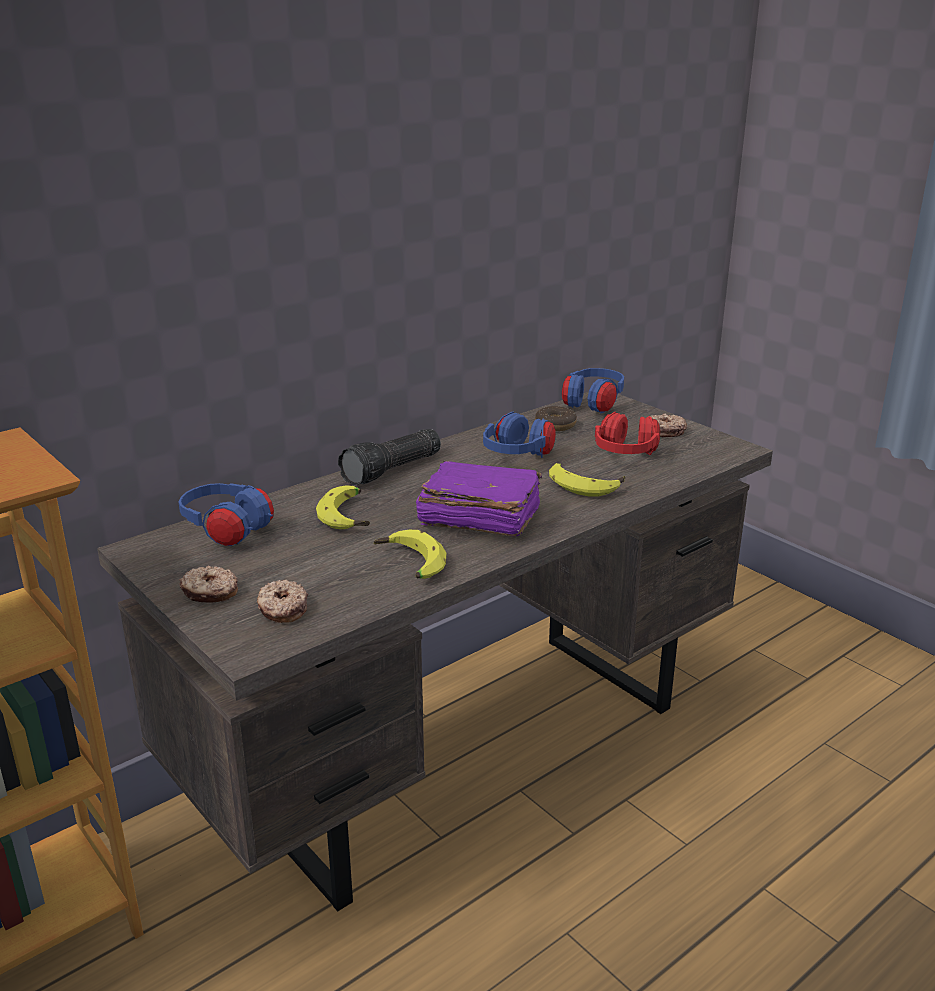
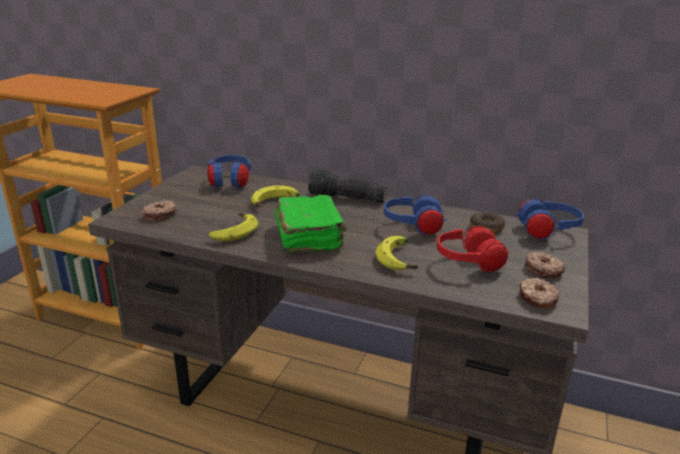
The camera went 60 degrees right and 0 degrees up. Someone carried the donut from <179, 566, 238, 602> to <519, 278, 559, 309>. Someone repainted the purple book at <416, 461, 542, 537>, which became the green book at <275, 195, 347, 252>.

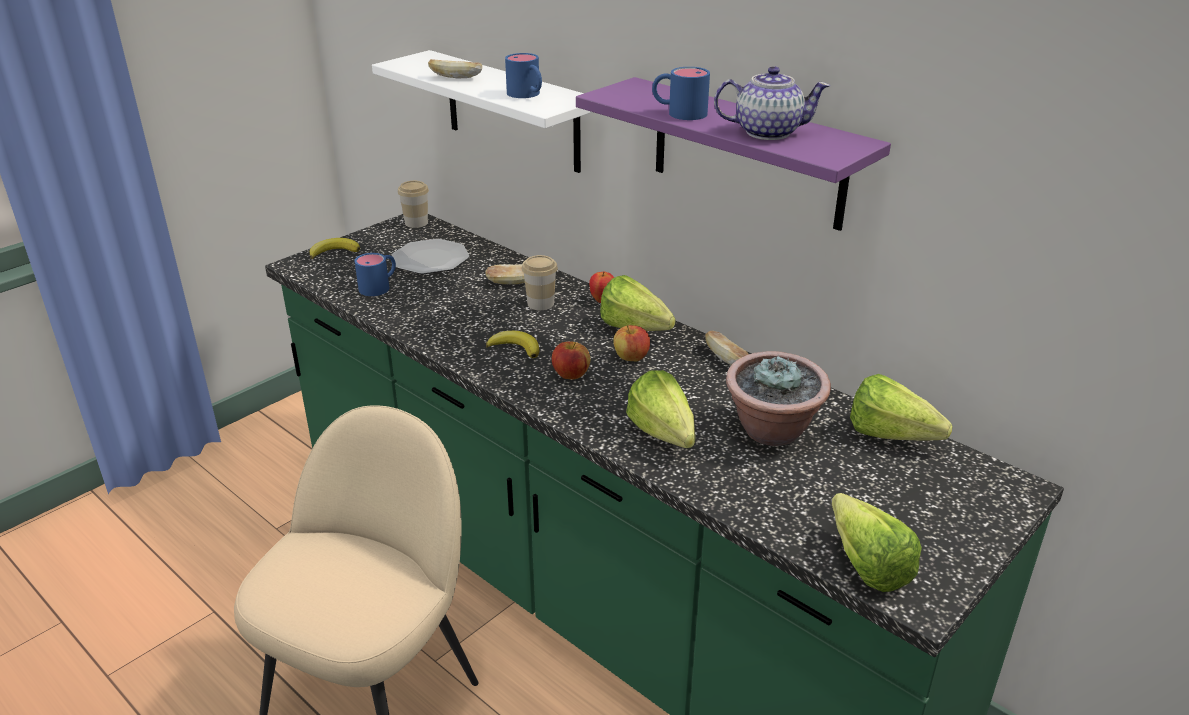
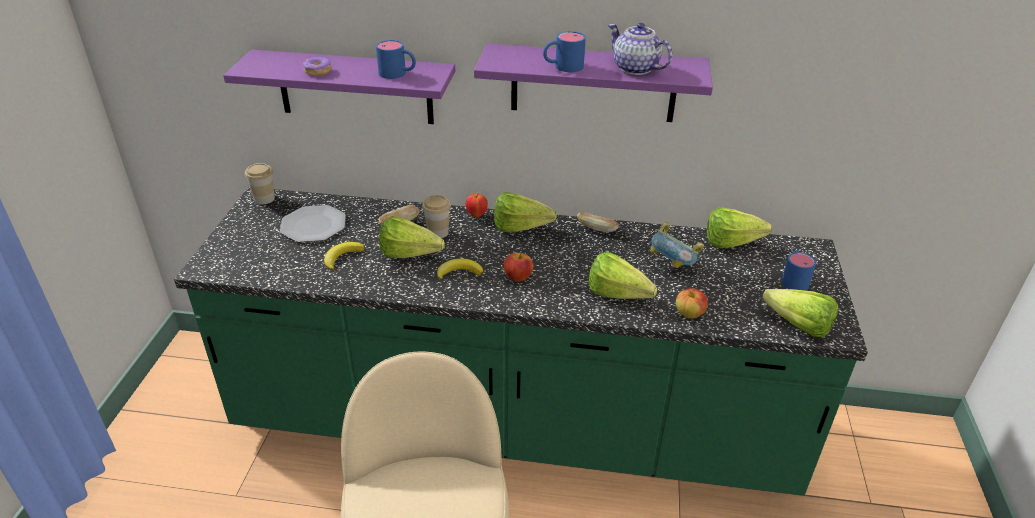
The camera went 35 degrees left and 5 degrees up. Someone carried the banana from <309, 238, 360, 259> to <324, 242, 365, 271>. Someone carried the blue mug from <355, 253, 396, 296> to <782, 250, 816, 290>. Someone repainted the white shelf at <372, 50, 592, 173>, which became the purple shelf at <223, 50, 455, 124>. Someone swapped the bread at <428, 59, 482, 79> for the donut at <303, 57, 332, 76>. Someone carried the apple from <613, 325, 650, 362> to <676, 288, 708, 319>. Someone rotated the teapot at <714, 66, 831, 140> by 105 degrees counterclockwise. Someone swapped the potted plant at <726, 351, 831, 446> for the bowl at <650, 221, 704, 268>. Someone put down the lettuce at <379, 216, 445, 258>.

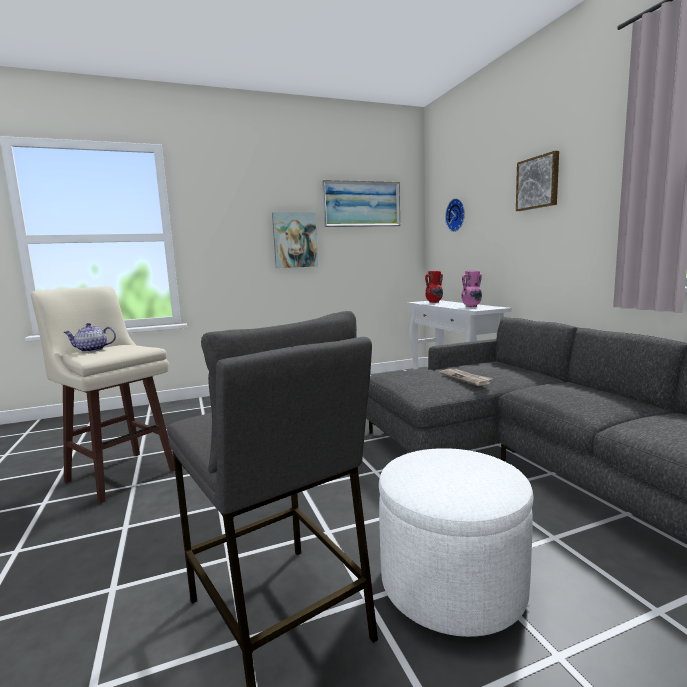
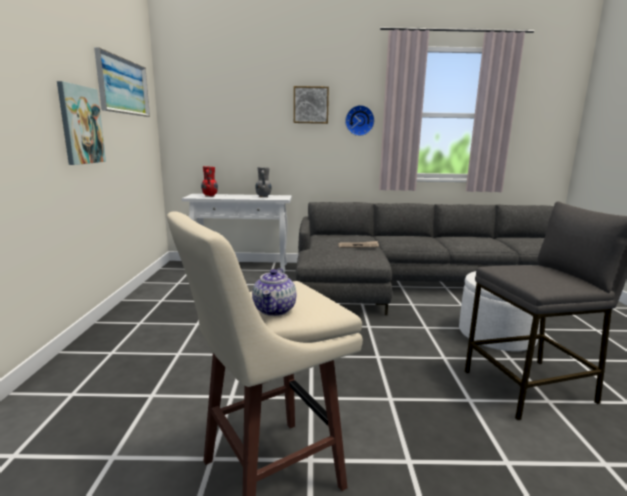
The camera went 70 degrees left and 5 degrees up. Someone carried the wall clock from <445, 198, 465, 232> to <345, 105, 375, 136>. Someone repainted the pink vase at <462, 271, 482, 307>, which became the grey vase at <255, 167, 272, 197>.

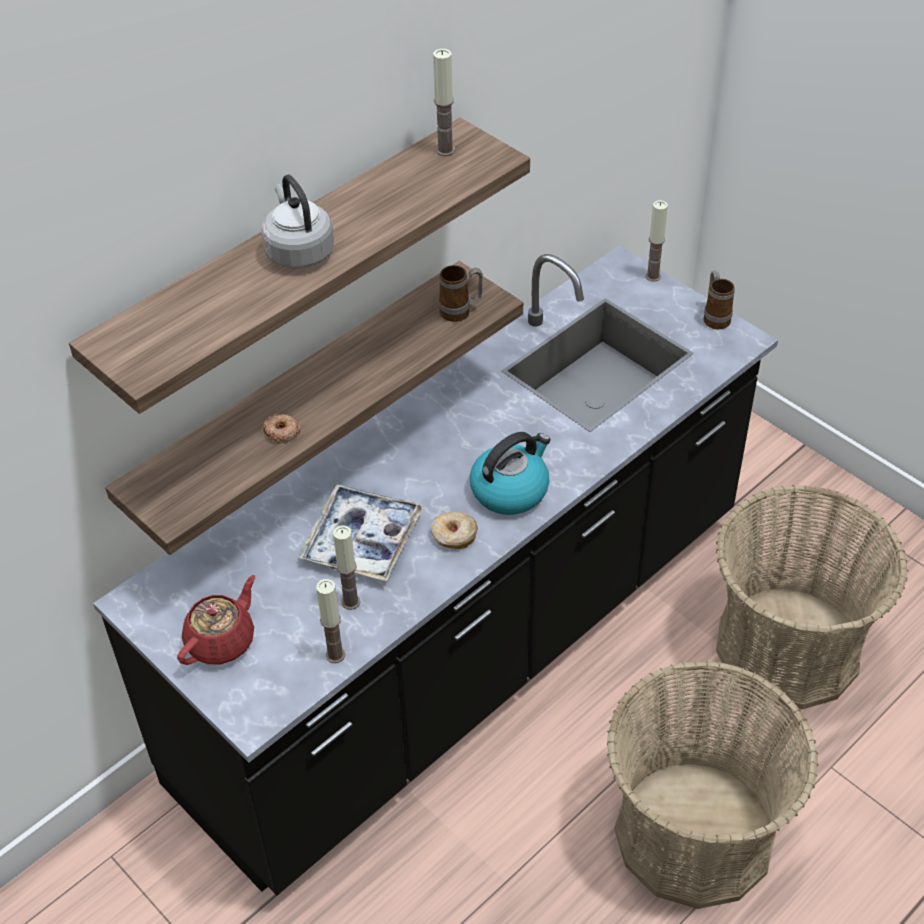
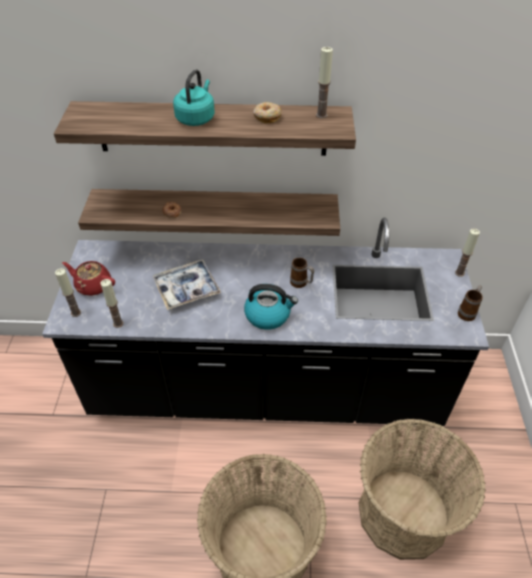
The camera went 45 degrees right and 0 degrees up. Someone rotated the red teapot at <177, 575, 255, 665> by 150 degrees counterclockwise. Someone repainted the grey kettle at <261, 175, 334, 269>, which became the turquoise kettle at <173, 69, 215, 126>. Someone carried the candle from <333, 525, 360, 610> to <55, 268, 81, 317>. Someone carried the donut from <431, 511, 478, 549> to <253, 102, 282, 123>. Someone carried the mug from <439, 265, 483, 322> to <290, 258, 314, 288>.

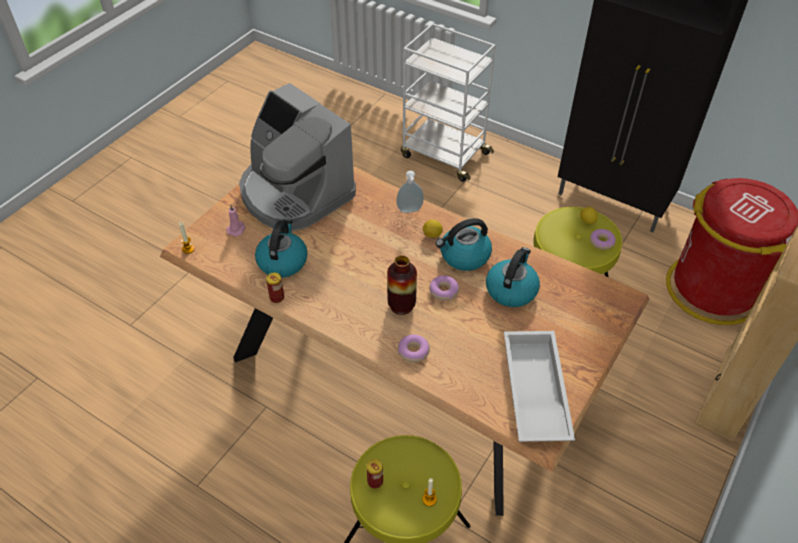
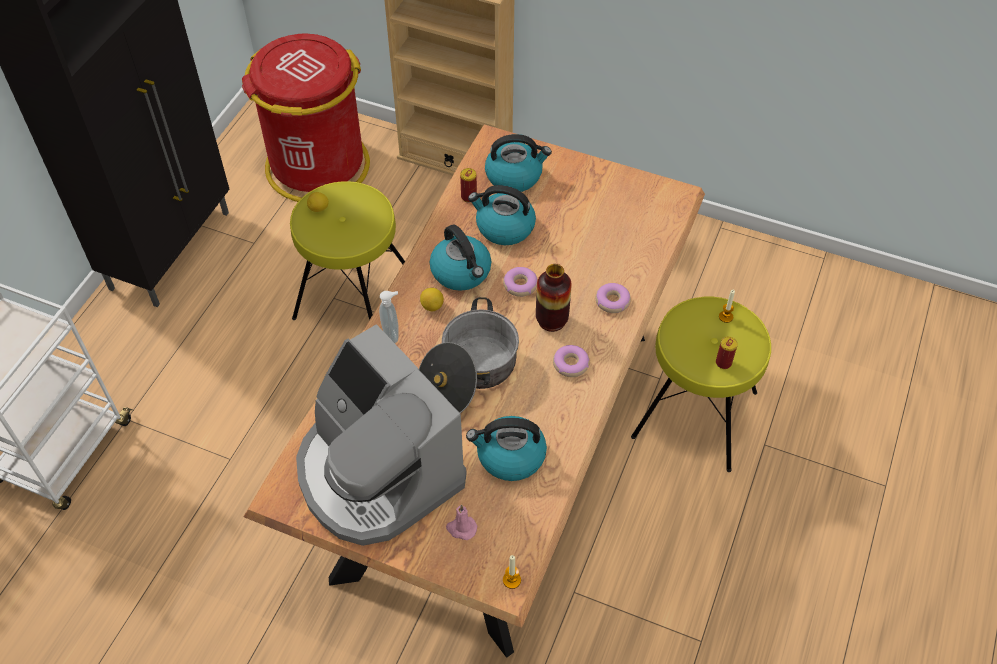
The camera went 100 degrees left and 5 degrees up. Someone rotated the coffee machine at <239, 83, 356, 231> by 105 degrees clockwise. Someone carried the can from <266, 272, 284, 303> to <460, 168, 477, 203>. Someone took away the white tray at <504, 331, 575, 442>. Someone carried the donut from <590, 229, 616, 250> to <553, 345, 590, 377>. Someone put down the cooking pot at <419, 297, 519, 413>. Someone put down the kettle at <485, 134, 552, 192>.

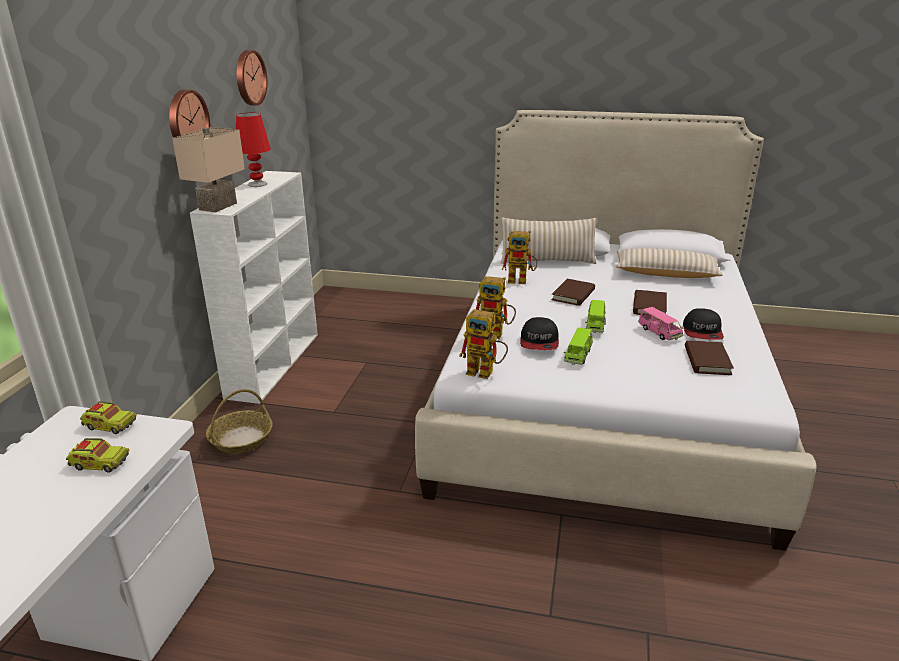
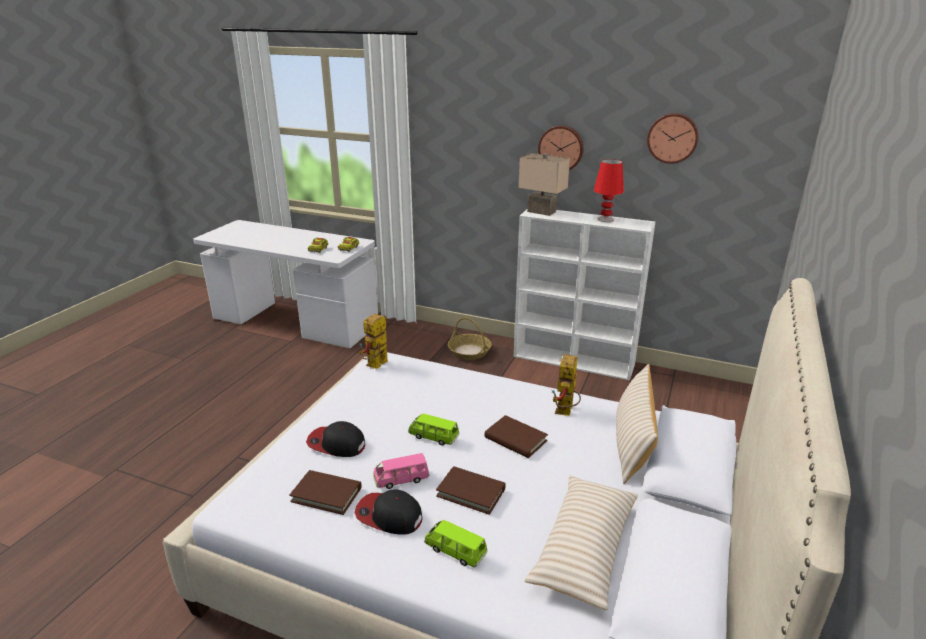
The camera went 100 degrees right and 0 degrees up. Someone took away the toy robot at <476, 276, 516, 339>. Someone carried the cap from <520, 317, 559, 350> to <306, 421, 365, 457>. Someone carried the green toy car from <564, 328, 593, 365> to <424, 520, 488, 567>.

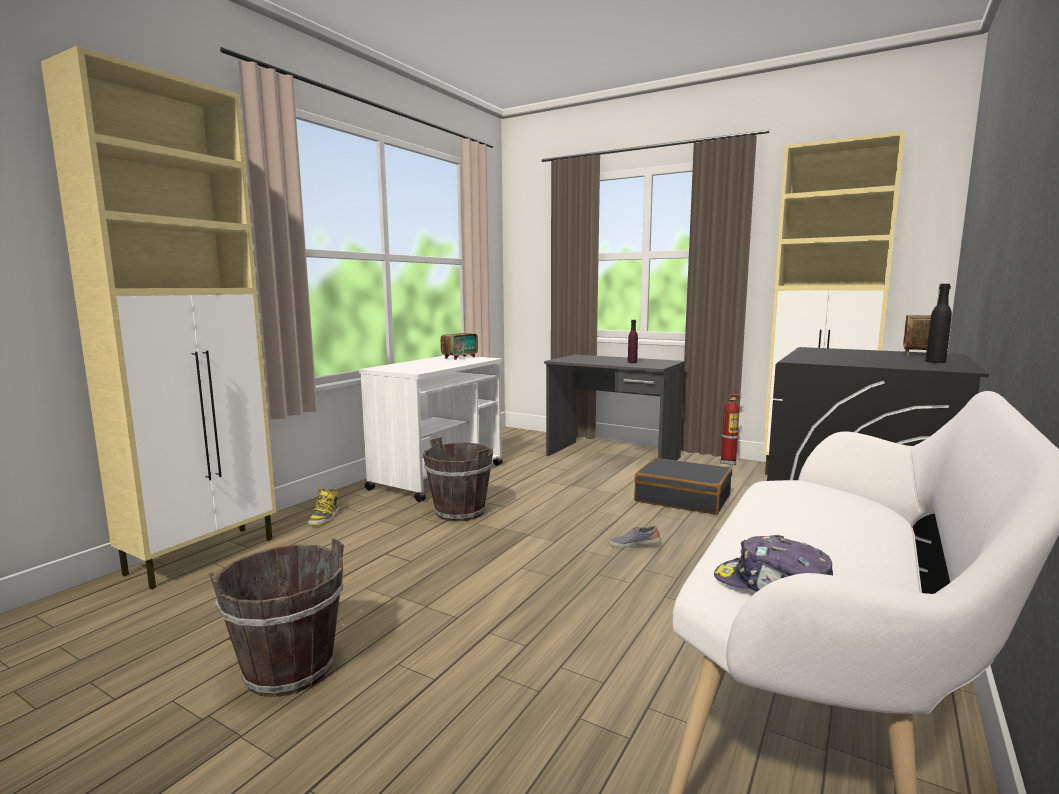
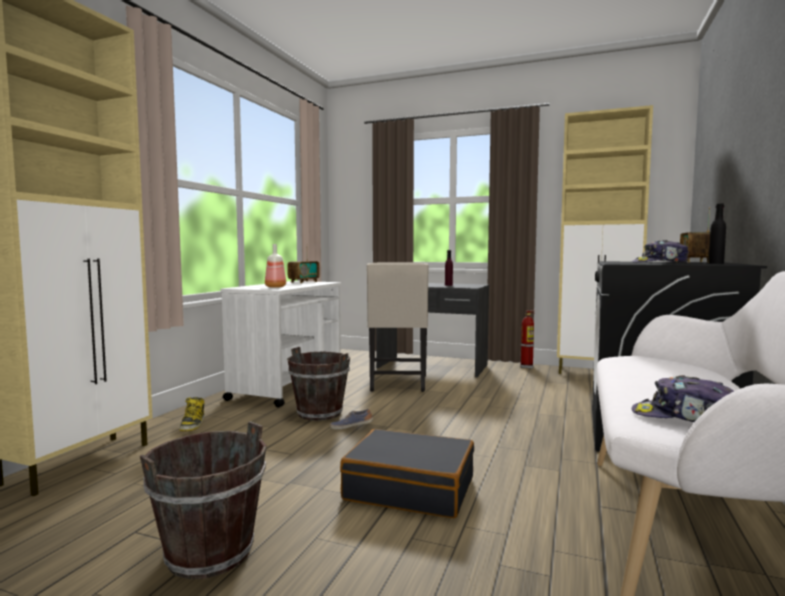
The camera went 10 degrees left and 5 degrees down. Someone carried the shoe from <608, 526, 660, 548> to <330, 409, 373, 430>. Someone carried the black suitcase from <634, 458, 732, 515> to <340, 429, 474, 518>. Someone put down the bottle at <265, 244, 286, 288>. Someone put down the beige chair at <367, 263, 428, 392>. Someone put down the cap at <631, 240, 689, 263>.

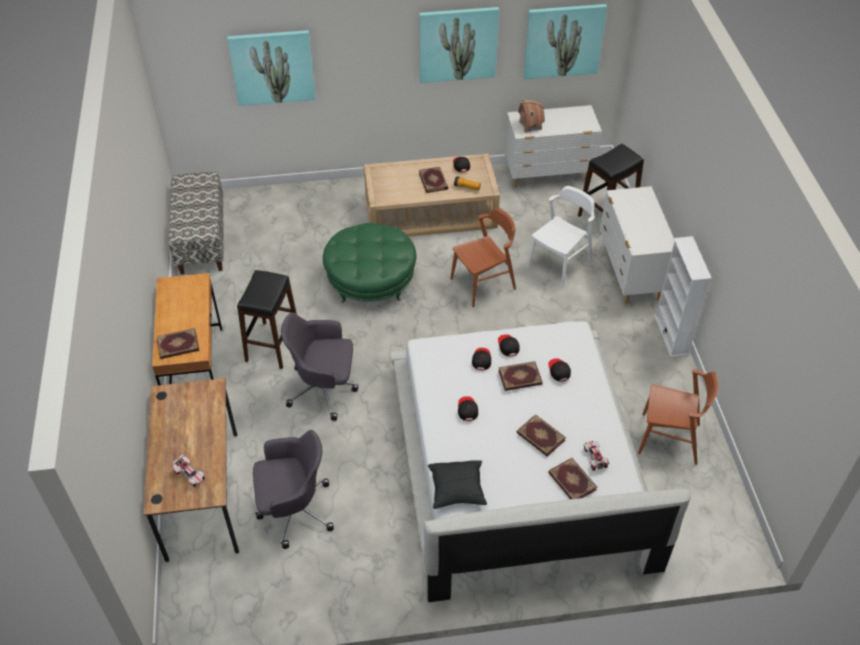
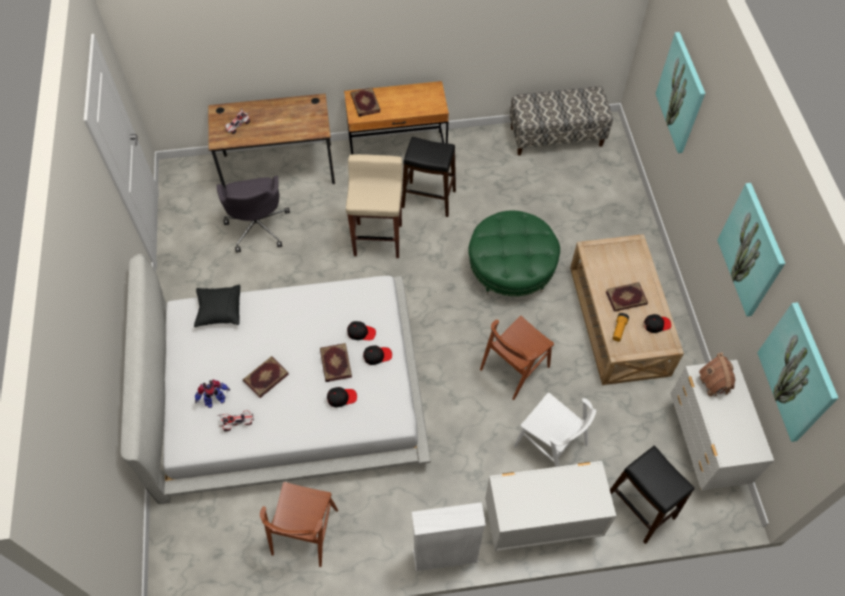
The camera went 90 degrees right and 10 degrees up. Someone swapped the grey office chair at <281, 313, 358, 421> for the beige stool at <346, 154, 403, 258>. Someone rotated the brown chair at <450, 207, 516, 307> by 75 degrees clockwise. Someone took away the black cap at <458, 396, 478, 421>. Someone swapped the book at <548, 458, 597, 499> for the toy robot at <195, 379, 230, 408>.

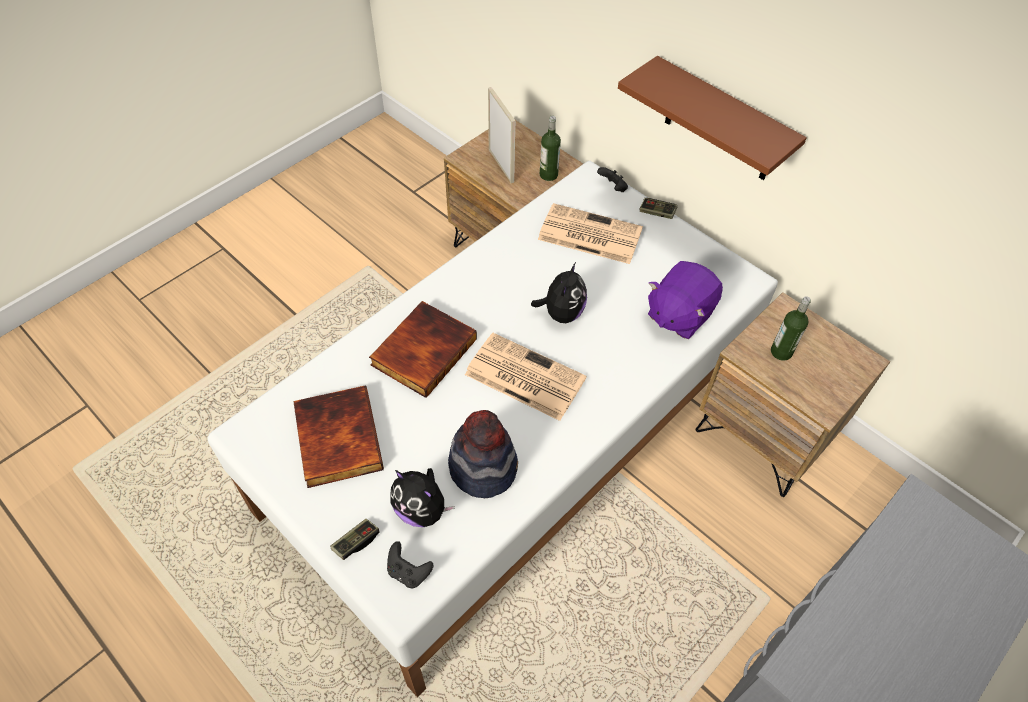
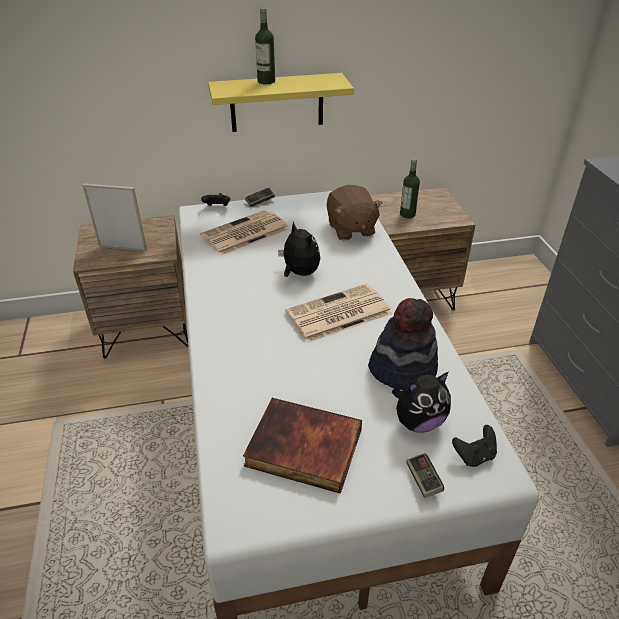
The camera went 55 degrees left and 15 degrees down. Someone took away the book at <369, 301, 477, 398>. Someone carried the bottle from <540, 115, 561, 181> to <255, 8, 275, 84>. Someone repainted the brown shelf at <618, 56, 807, 180>, which became the yellow shelf at <208, 73, 354, 132>. Someone repainted the purple plush toy at <648, 261, 723, 339>, which became the brown plush toy at <327, 185, 383, 240>.

